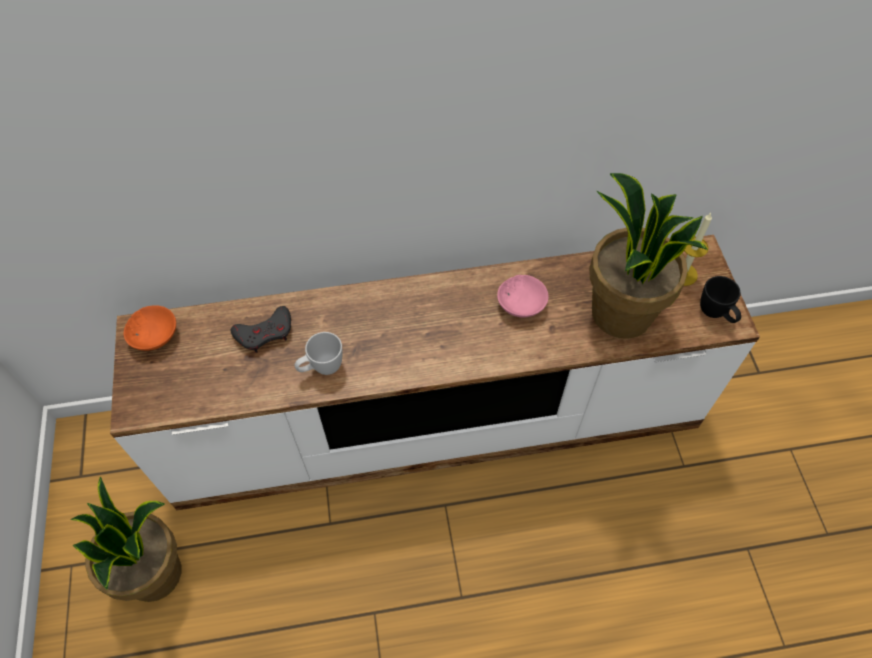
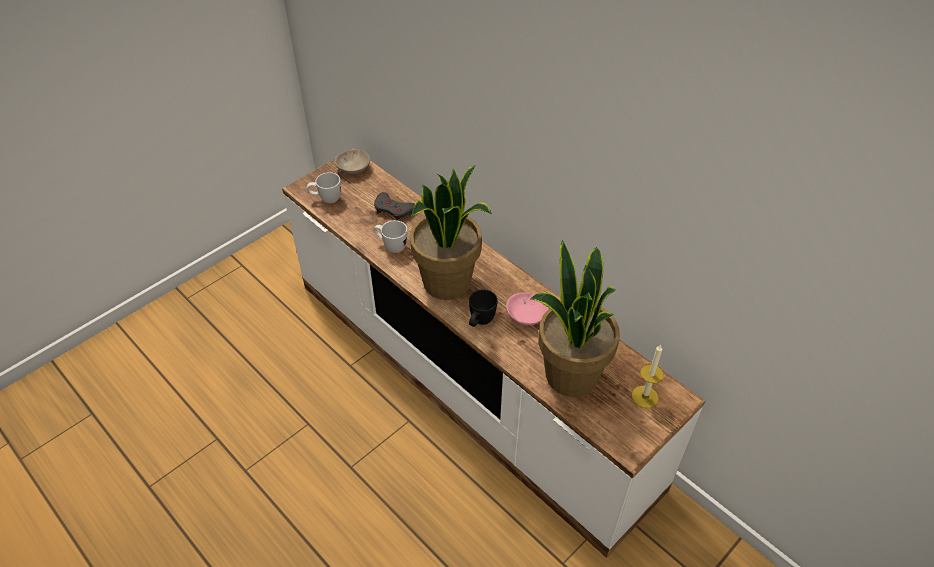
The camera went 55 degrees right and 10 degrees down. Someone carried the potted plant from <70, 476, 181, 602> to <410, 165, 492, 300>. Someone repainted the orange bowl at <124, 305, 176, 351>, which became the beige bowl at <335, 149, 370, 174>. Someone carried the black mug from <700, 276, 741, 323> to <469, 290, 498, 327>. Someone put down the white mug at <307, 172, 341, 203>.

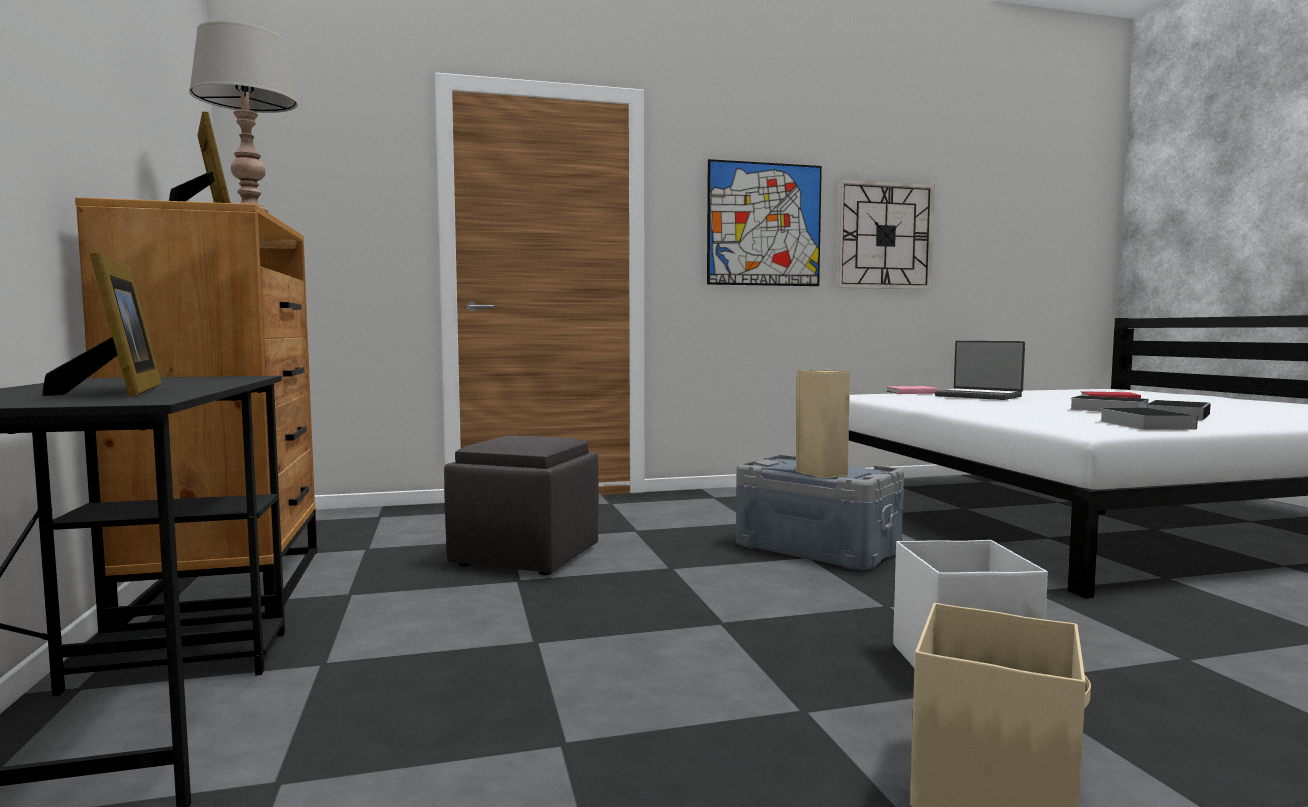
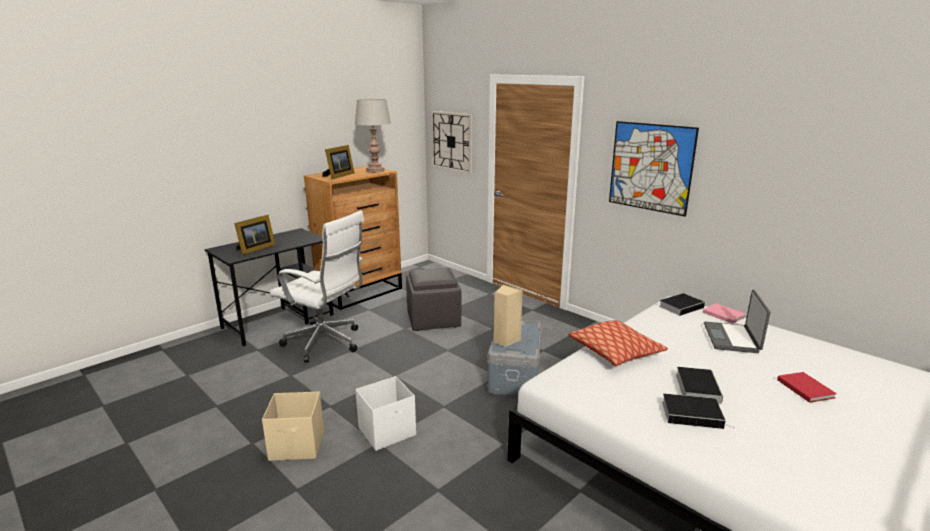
The camera went 60 degrees right and 15 degrees up. Someone carried the wall clock from <836, 179, 935, 289> to <431, 111, 472, 174>. Someone carried the book from <1100, 408, 1198, 430> to <659, 293, 705, 316>. Someone put down the white office chair at <270, 210, 364, 363>. Someone put down the pillow at <568, 320, 668, 366>.

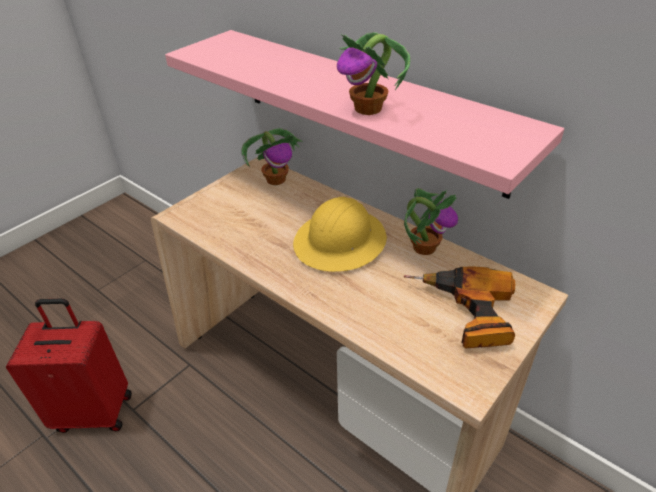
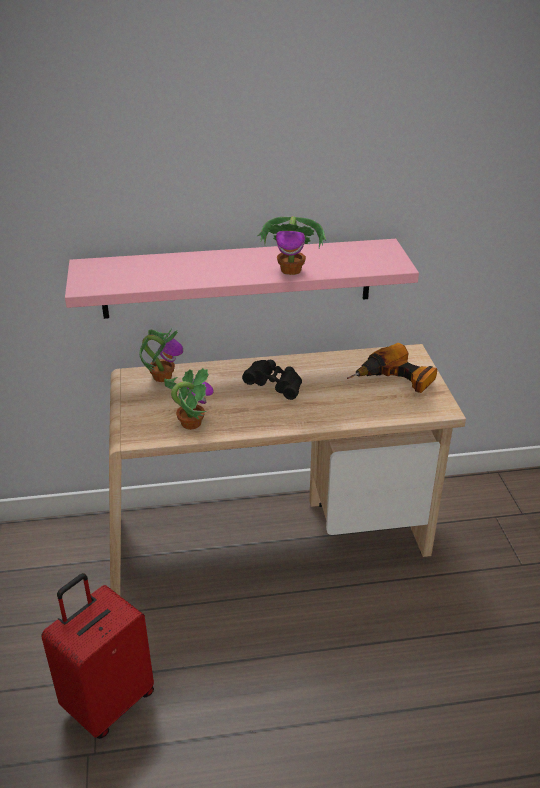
The camera went 50 degrees left and 5 degrees down. Someone swapped the yellow hard hat at <293, 197, 387, 272> for the black binoculars at <242, 360, 302, 400>. Someone carried the potted plant from <404, 188, 458, 255> to <164, 368, 214, 430>.

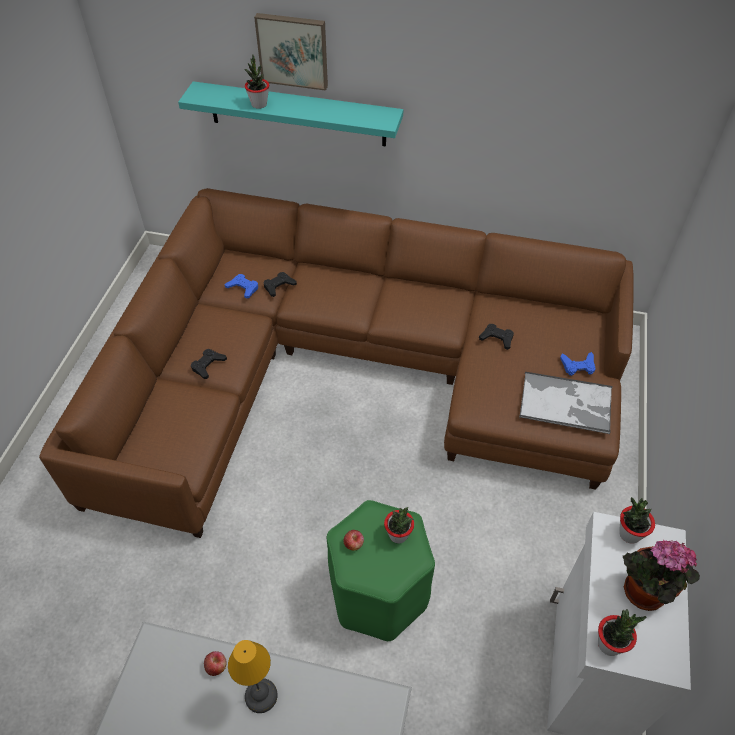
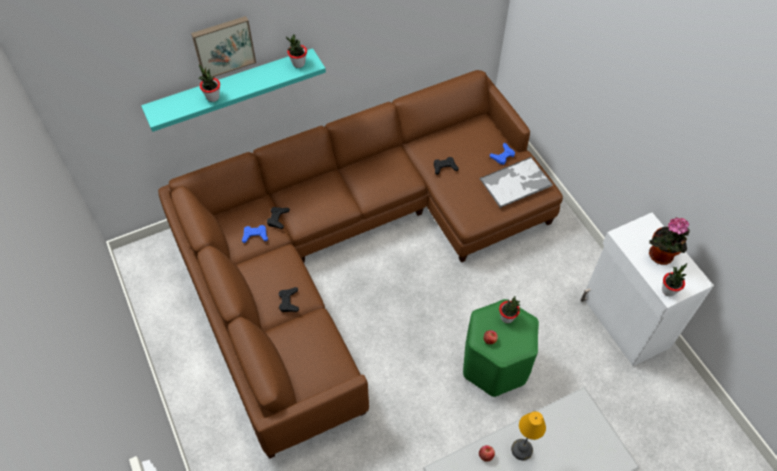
The camera went 40 degrees left and 5 degrees up. Someone carried the potted plant from <619, 497, 655, 544> to <286, 34, 307, 68>.

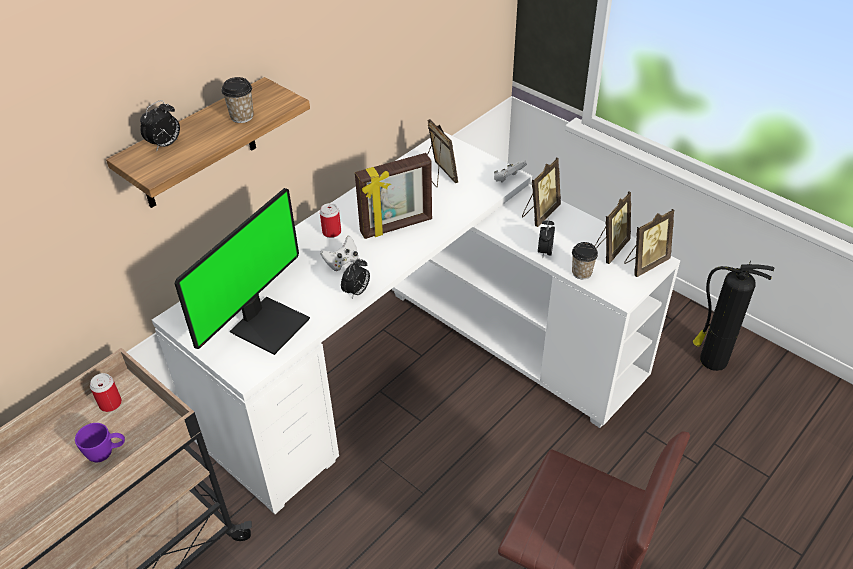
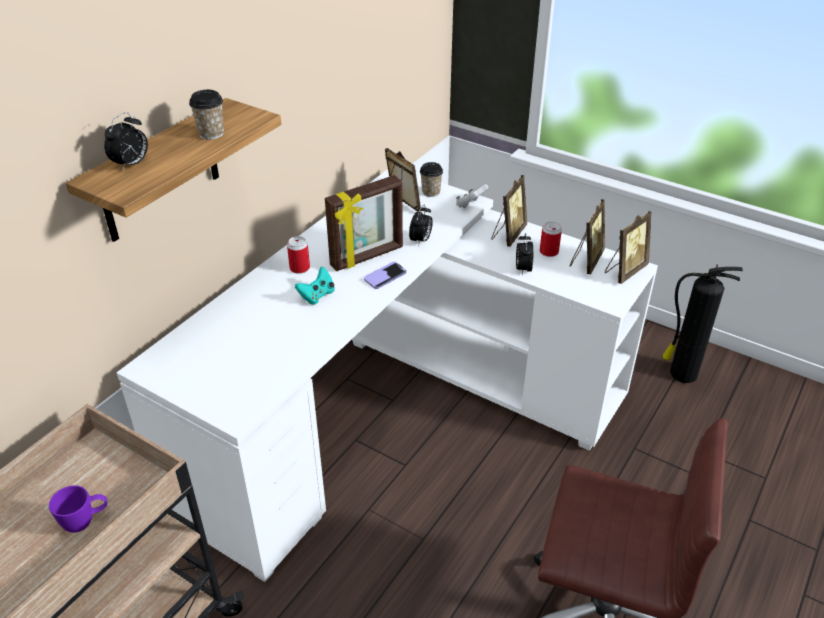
The camera went 10 degrees left and 5 degrees down. Someone carried the can from <90, 373, 122, 412> to <540, 221, 562, 257>. Someone took away the monitor at <174, 188, 310, 355>. Someone repainted the white game controller at <320, 235, 358, 271>, which became the turquoise game controller at <295, 267, 335, 305>. Someone carried the alarm clock from <341, 258, 370, 299> to <409, 205, 433, 246>. Someone carried the cup from <572, 242, 598, 279> to <420, 162, 443, 197>. Someone put down the phone at <364, 262, 407, 289>.

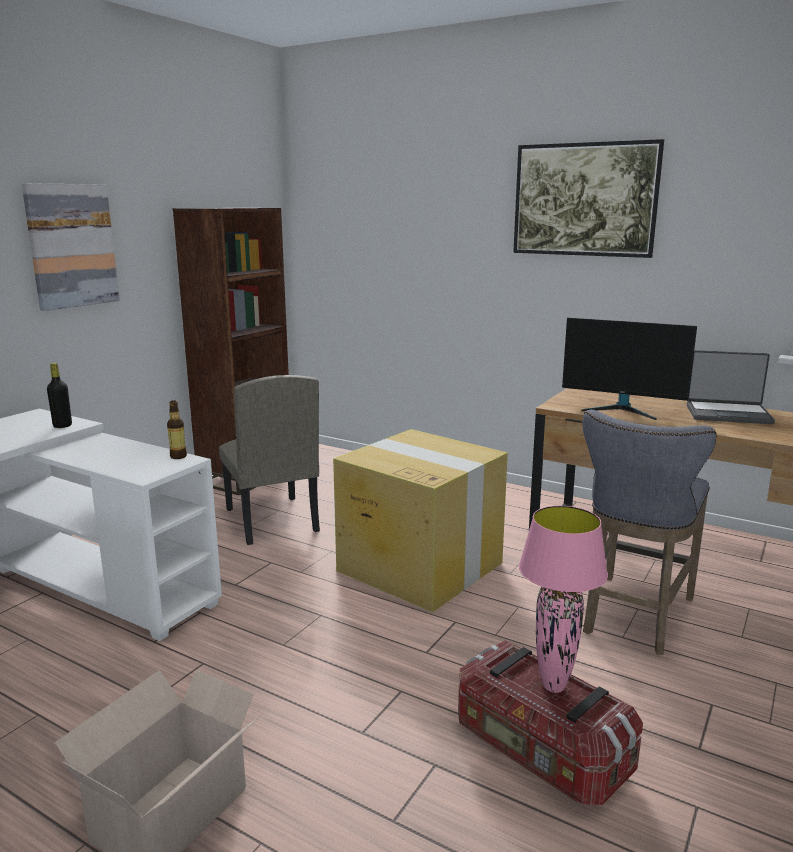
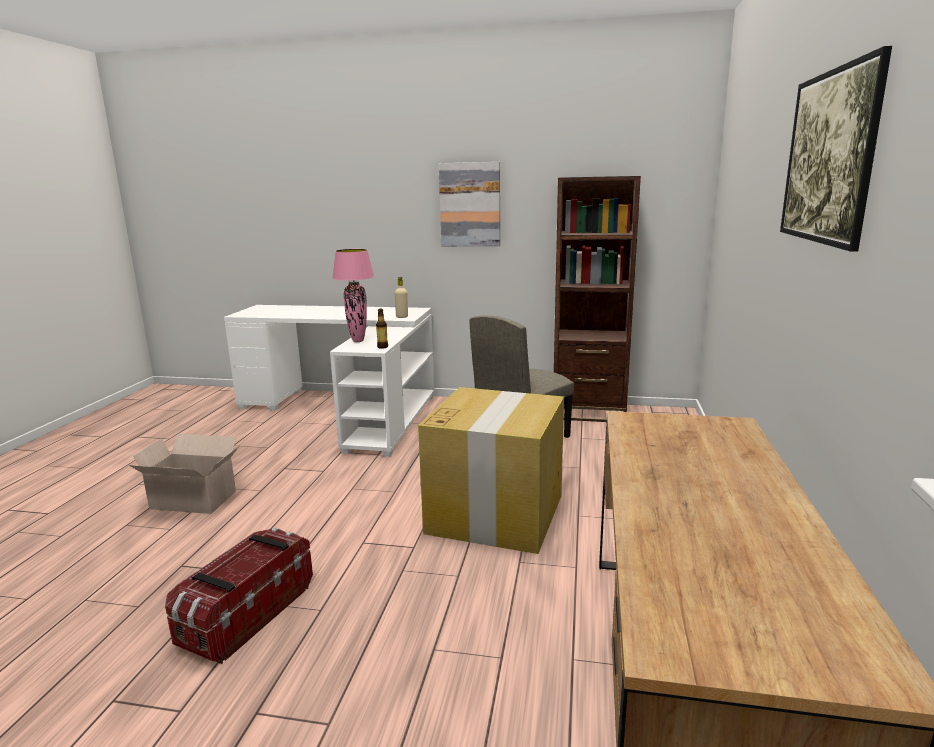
The camera went 70 degrees right and 0 degrees up. Someone repainted the black bottle at <47, 363, 72, 428>, which became the beige bottle at <394, 277, 408, 318>. Someone carried the pink table lamp from <519, 506, 608, 693> to <332, 249, 374, 342>. Someone took away the monitor at <562, 318, 697, 420>. Someone took away the grey stool at <582, 410, 717, 655>. Someone took away the laptop at <687, 350, 775, 424>.

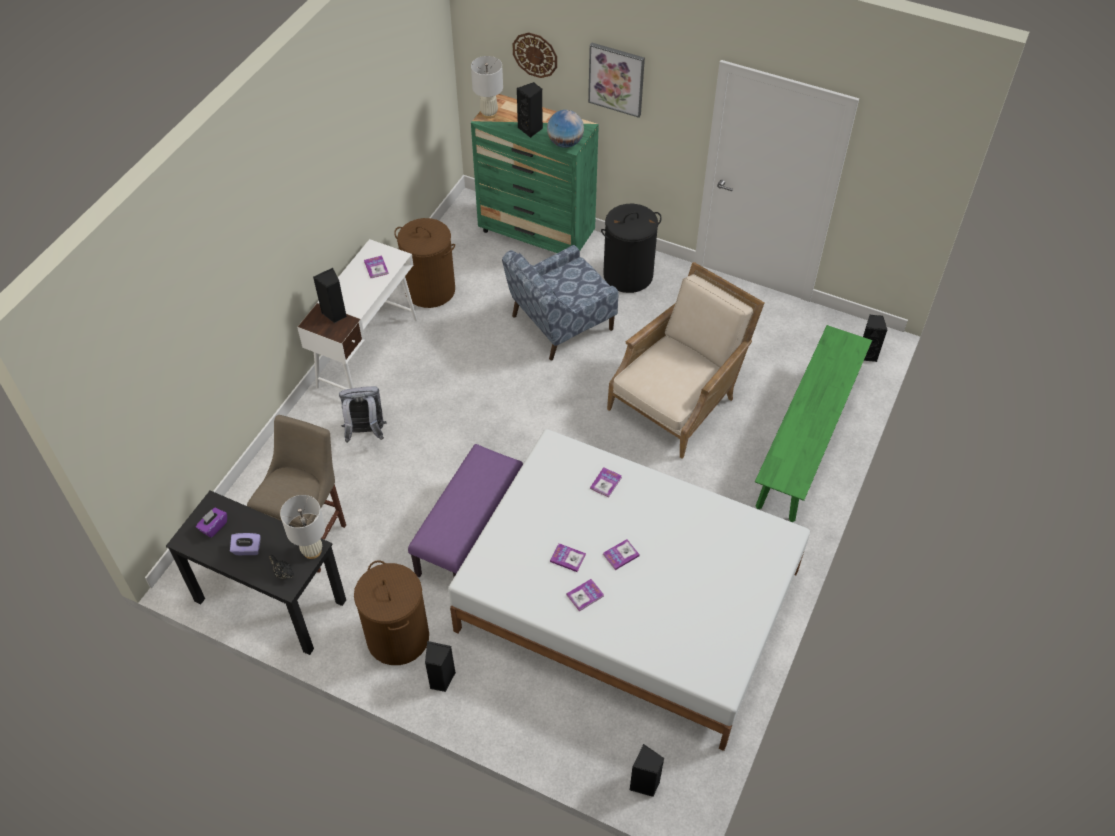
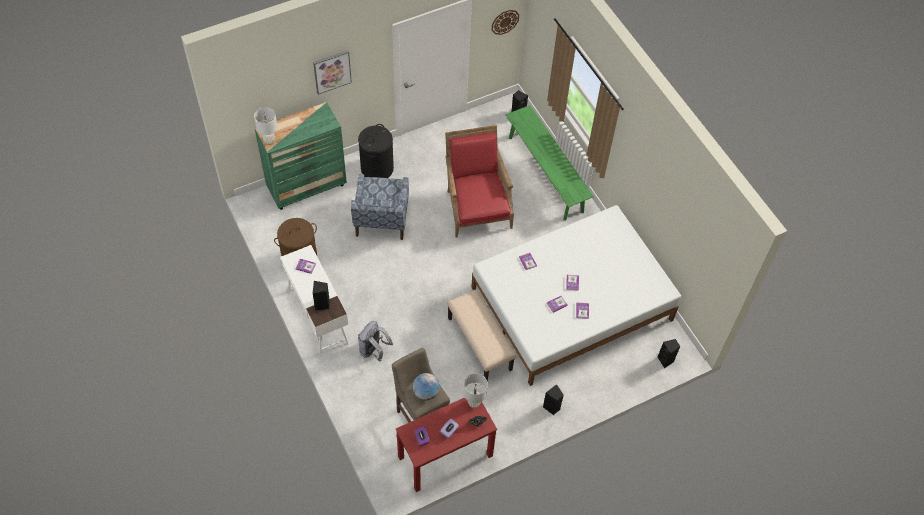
The camera went 55 degrees left and 5 degrees up. Someone repainted the black desk at <166, 490, 346, 655>, which became the red desk at <396, 398, 497, 492>. Someone took away the brown laundry basket at <354, 560, 429, 665>. Someone repainted the purple bench at <408, 444, 523, 578>, which became the beige bench at <447, 289, 516, 382>. Someone carried the wall clock from <513, 32, 557, 78> to <492, 10, 519, 35>. Someone took away the black speaker at <517, 82, 543, 138>. Someone carried the globe from <547, 110, 584, 148> to <413, 373, 440, 400>. Someone repainted the beige armchair at <607, 262, 765, 459>, which became the red armchair at <445, 125, 514, 238>.

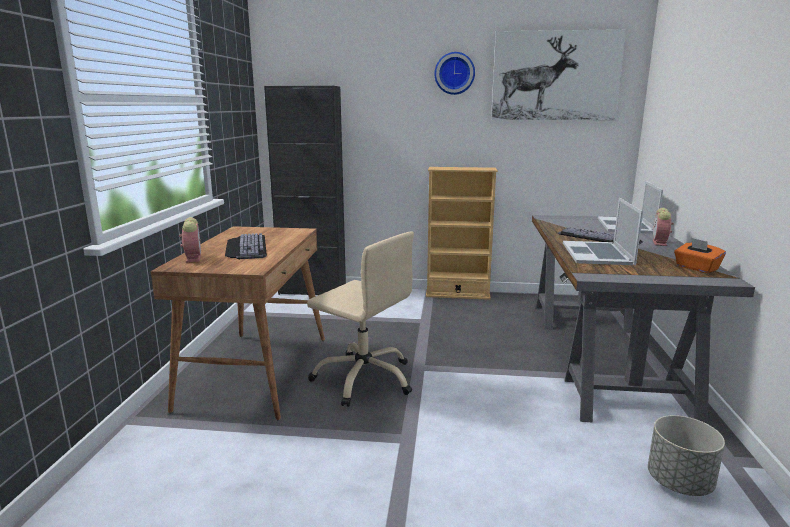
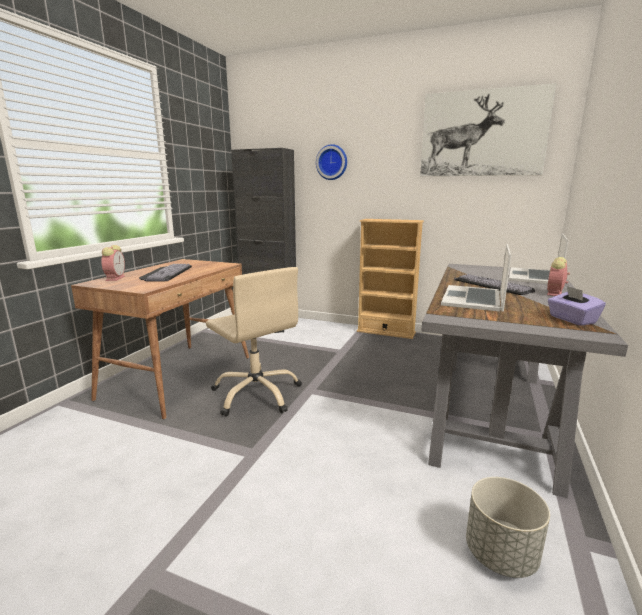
The camera went 15 degrees right and 0 degrees up. Someone carried the wall clock from <434, 52, 475, 95> to <316, 144, 347, 180>. Someone repainted the orange tissue box at <674, 238, 726, 273>, which became the purple tissue box at <548, 286, 606, 326>.

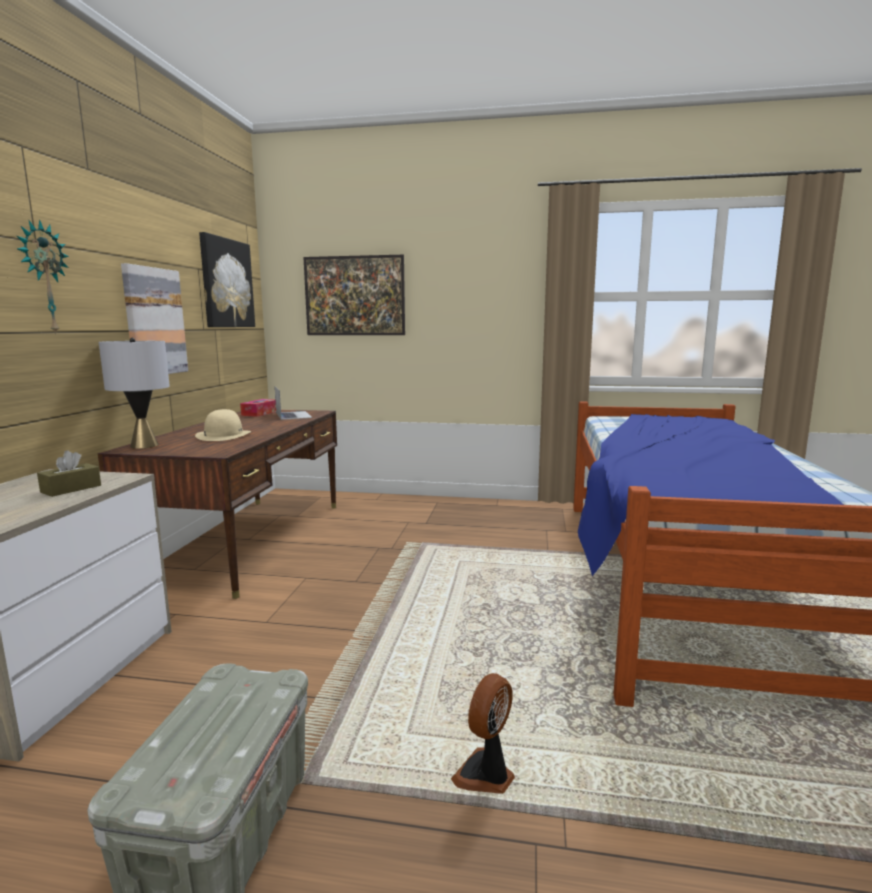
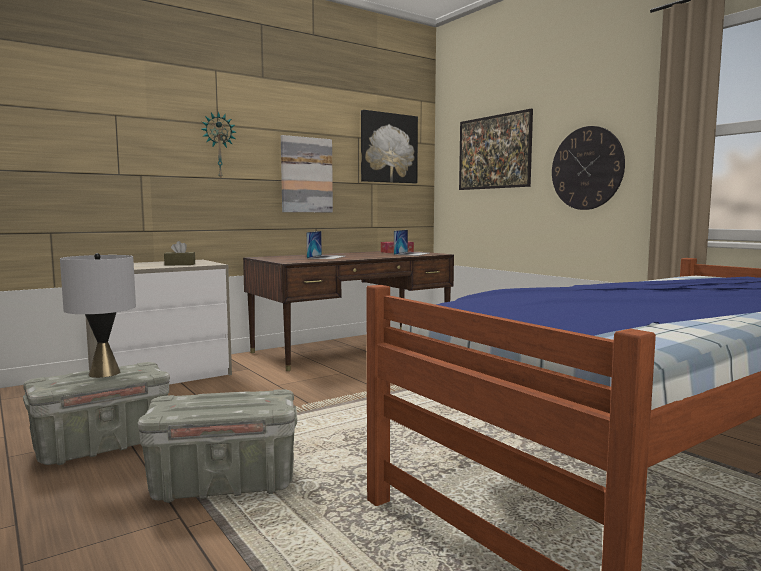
The camera went 45 degrees right and 5 degrees down. Someone carried the grey table lamp from <99, 338, 170, 449> to <60, 253, 136, 378>. Someone swapped the beige hat at <195, 409, 251, 441> for the laptop at <306, 231, 345, 259>. Someone swapped the fan at <451, 673, 515, 794> for the grey storage box at <138, 389, 297, 503>. Someone put up the wall clock at <552, 126, 625, 210>.

